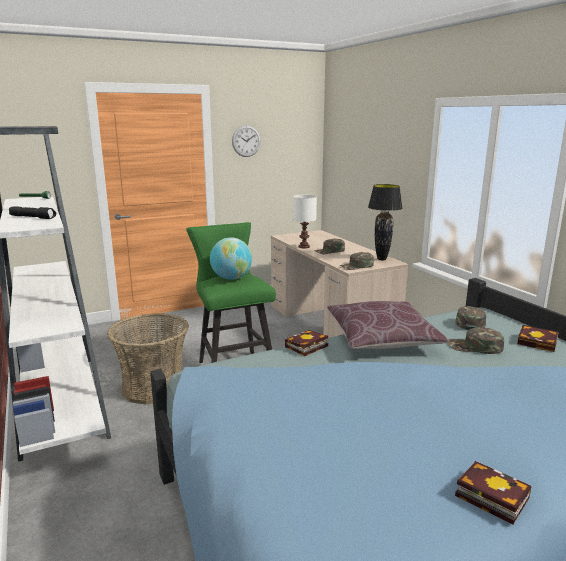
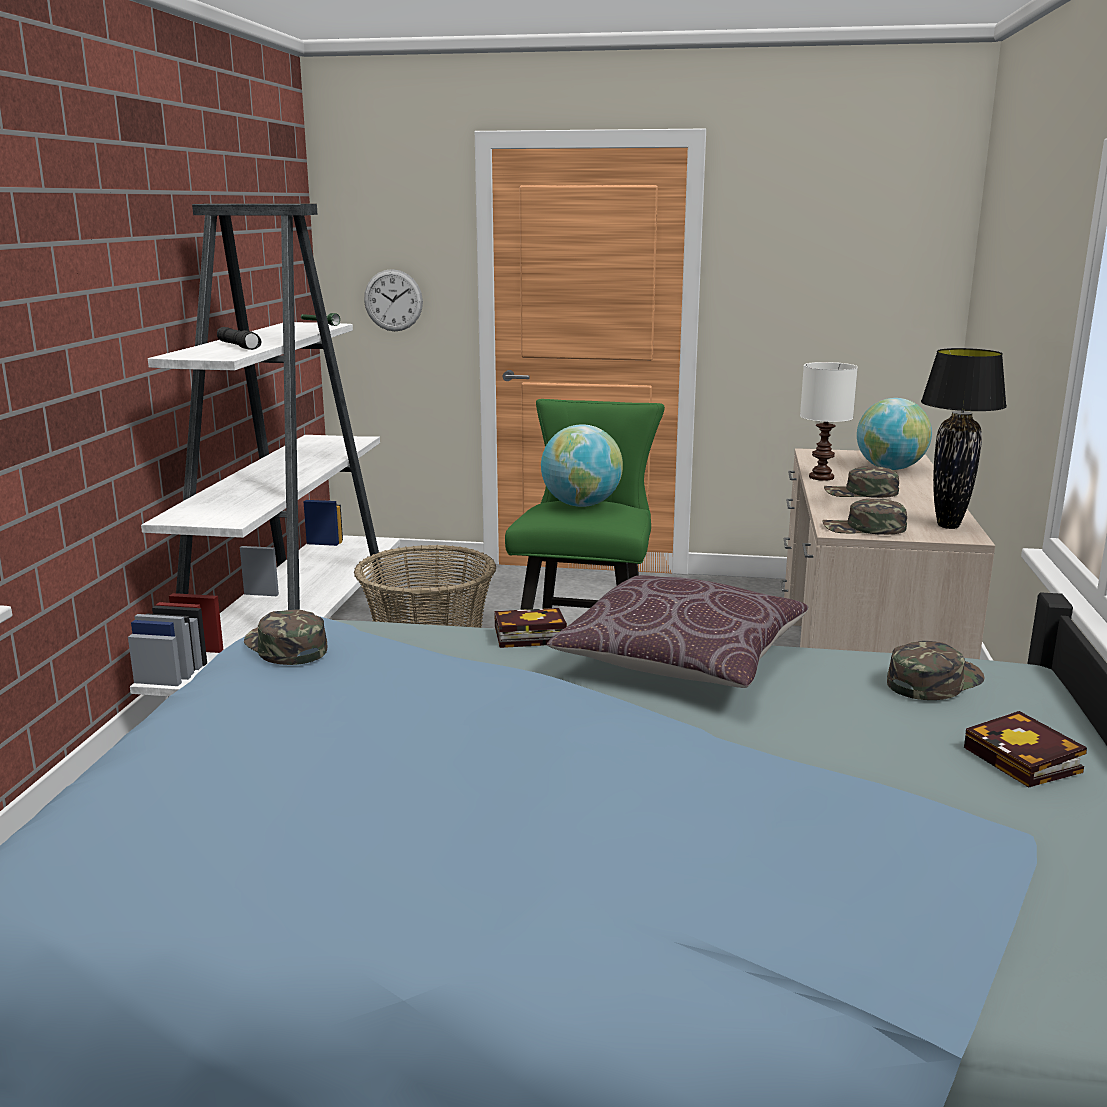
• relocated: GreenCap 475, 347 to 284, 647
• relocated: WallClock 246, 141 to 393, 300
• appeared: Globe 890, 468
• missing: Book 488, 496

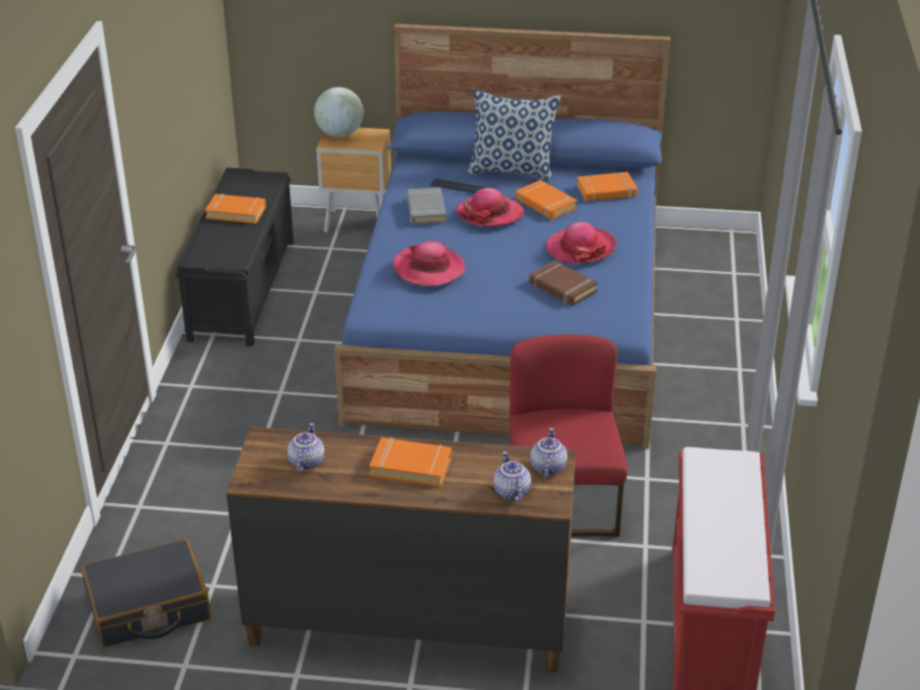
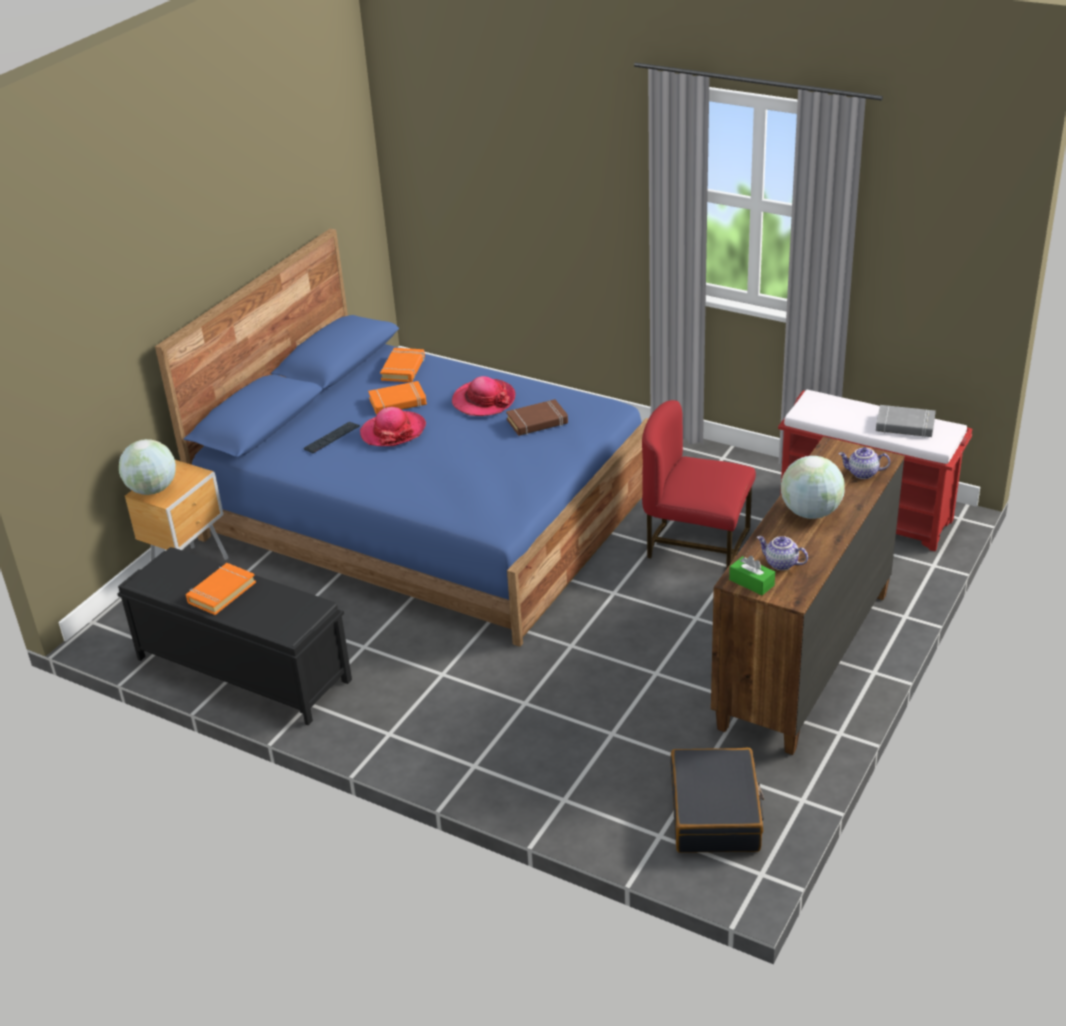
• appeared: GreenTissueBox 751, 582
• exchanged: OrangeBook 411, 466 to Globe 810, 513
• relocated: GreyBook 426, 210 to 905, 425
• missing: Hat 429, 268
• missing: Pillow 512, 171
• missing: Teapot 547, 467

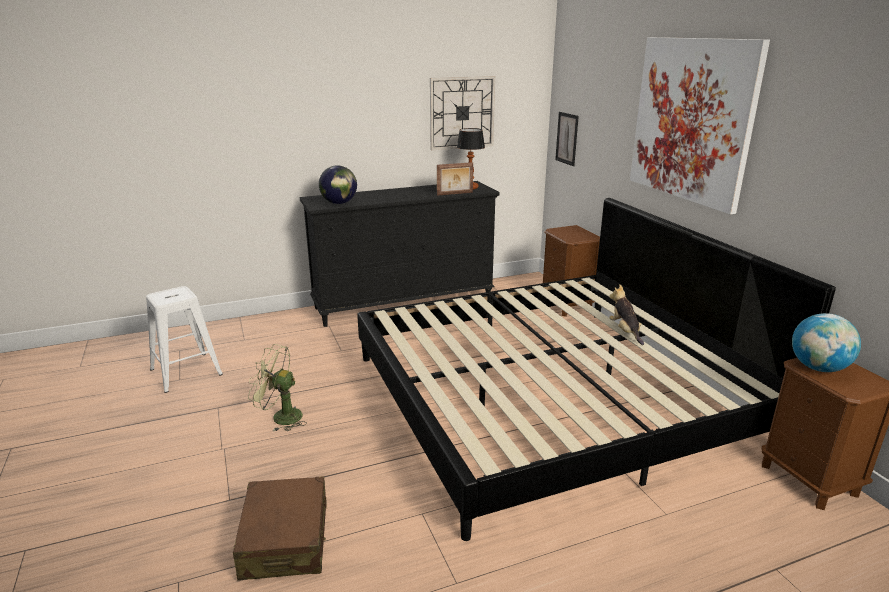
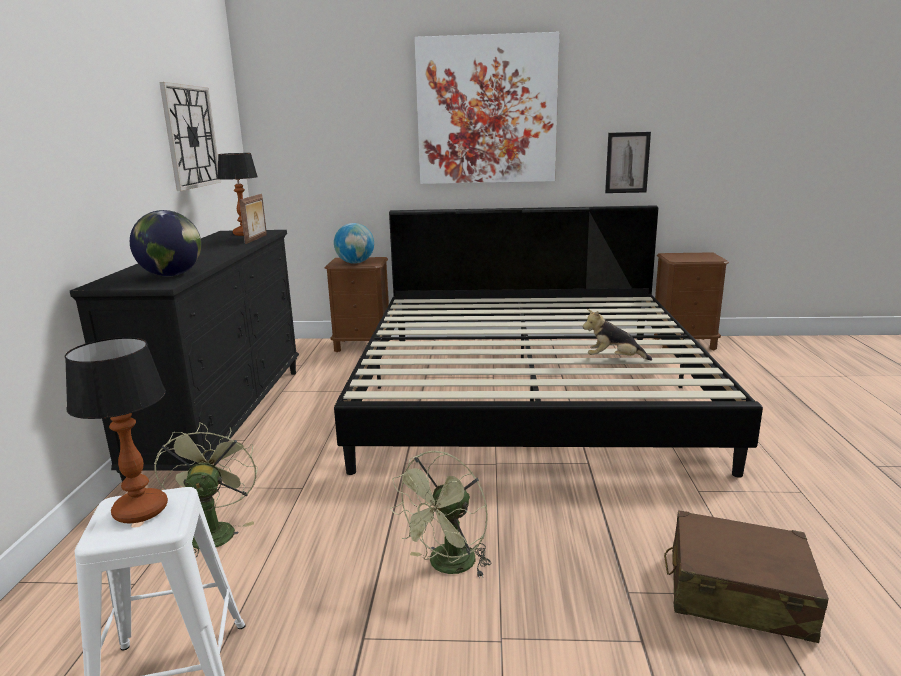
• appeared: TableLamp 142, 510
• appeared: GreenFan 213, 530
• relocated: Globe 818, 368 to 355, 263
• relocated: PlushToy 625, 331 to 614, 359
• relocated: Picture 567, 138 to 627, 162

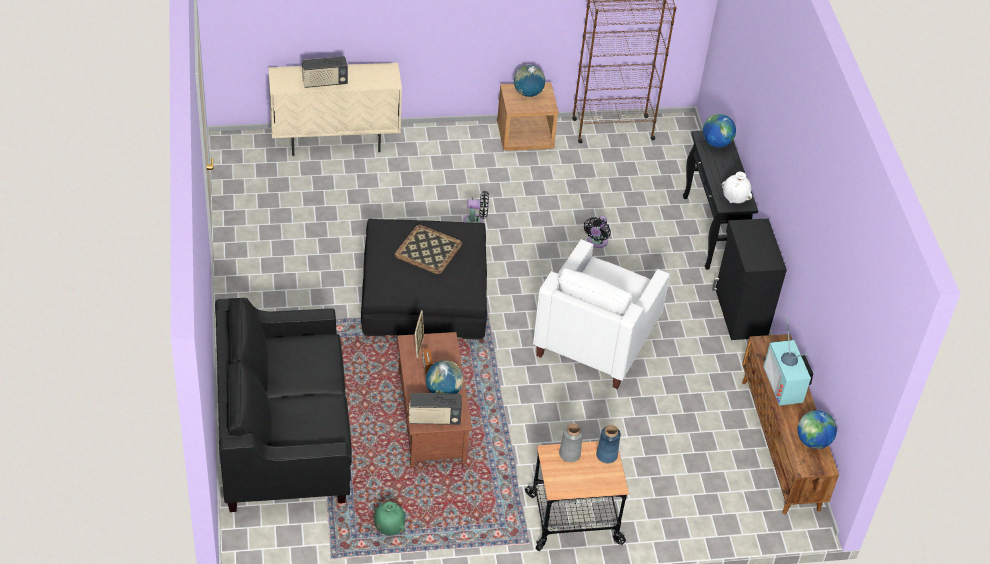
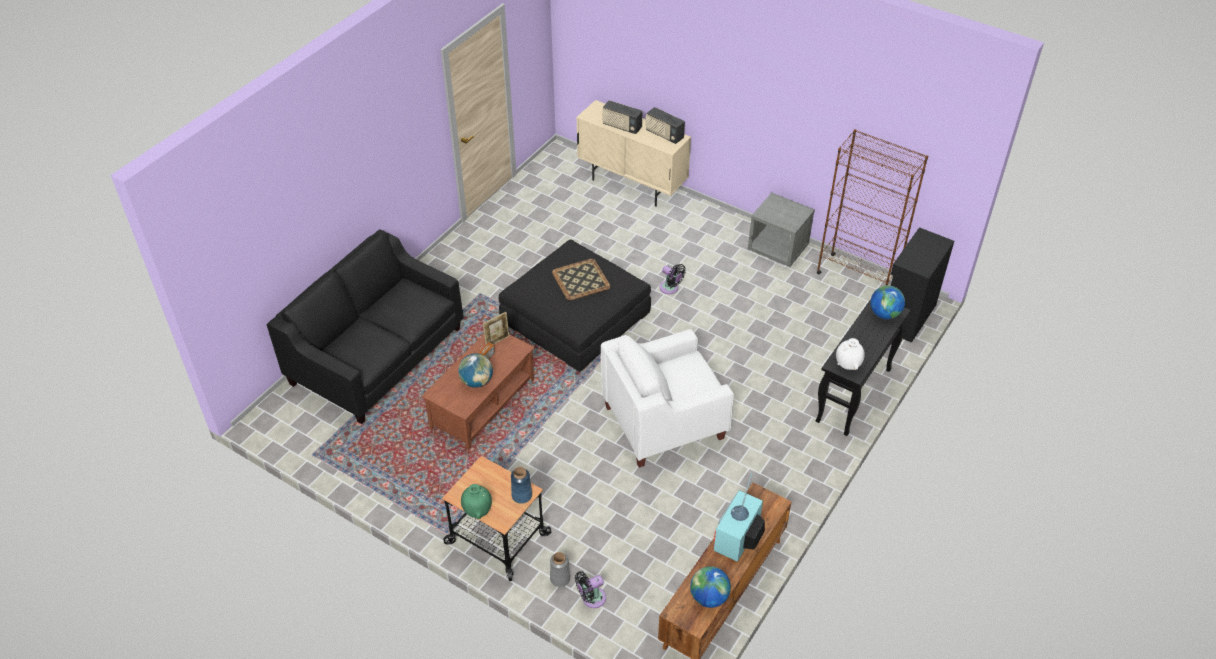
• relocated: GreenVase 389, 528 to 477, 511
• relocated: GreyVase 569, 454 to 560, 578
• relocated: BlackFan 596, 242 to 591, 598
• relocated: Radio 434, 419 to 664, 135
• colour: BrownNightstand 525, 136 to GreyNightstand 778, 248
• relocated: BlackCabinet 739, 313 to 907, 316
• missing: Globe 528, 93

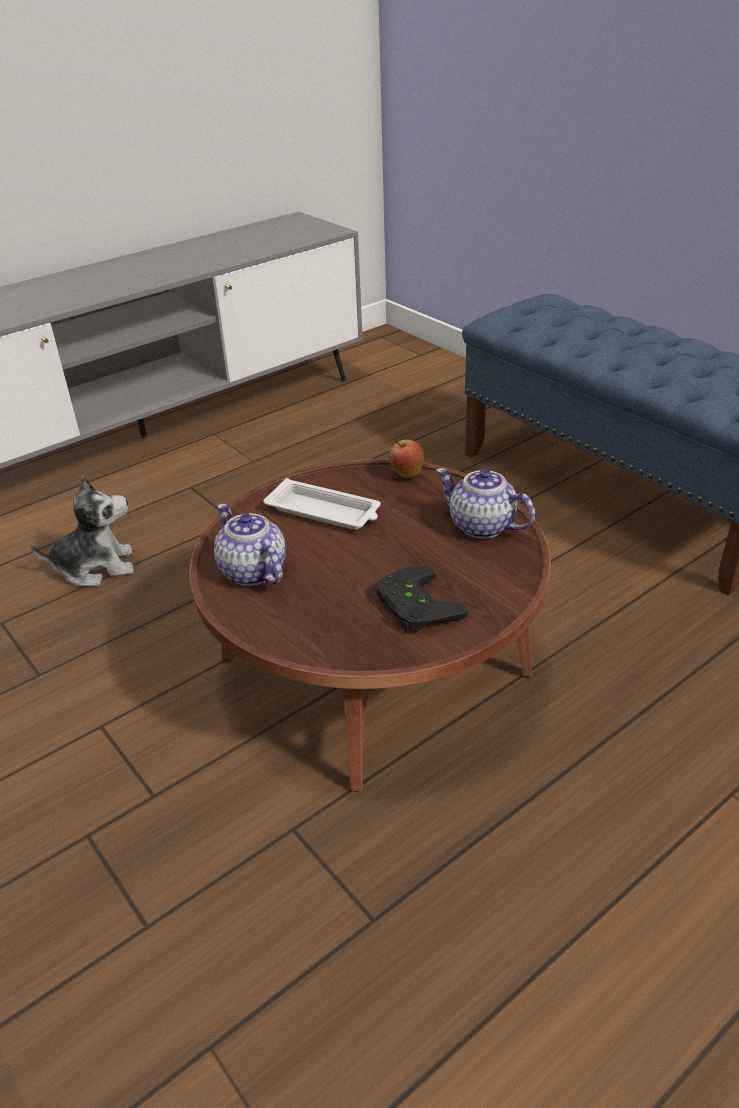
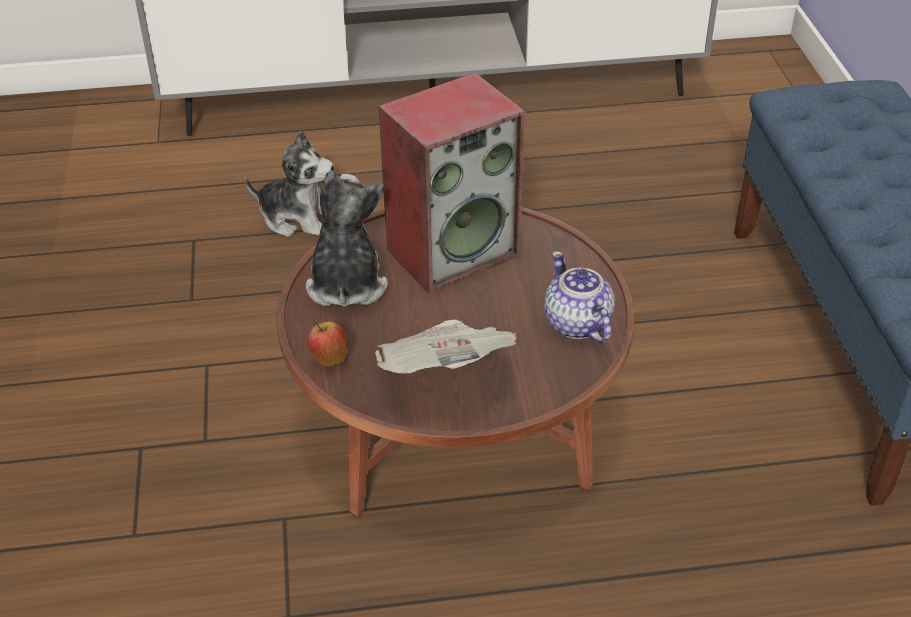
• exchanged: Teapot 252, 572 to PlushToy 346, 284
• relocated: Apple 406, 473 to 329, 358
• exchanged: BlackGameController 413, 607 to Newspaper 445, 373
• exchanged: WhiteTray 324, 512 to Speaker 453, 251

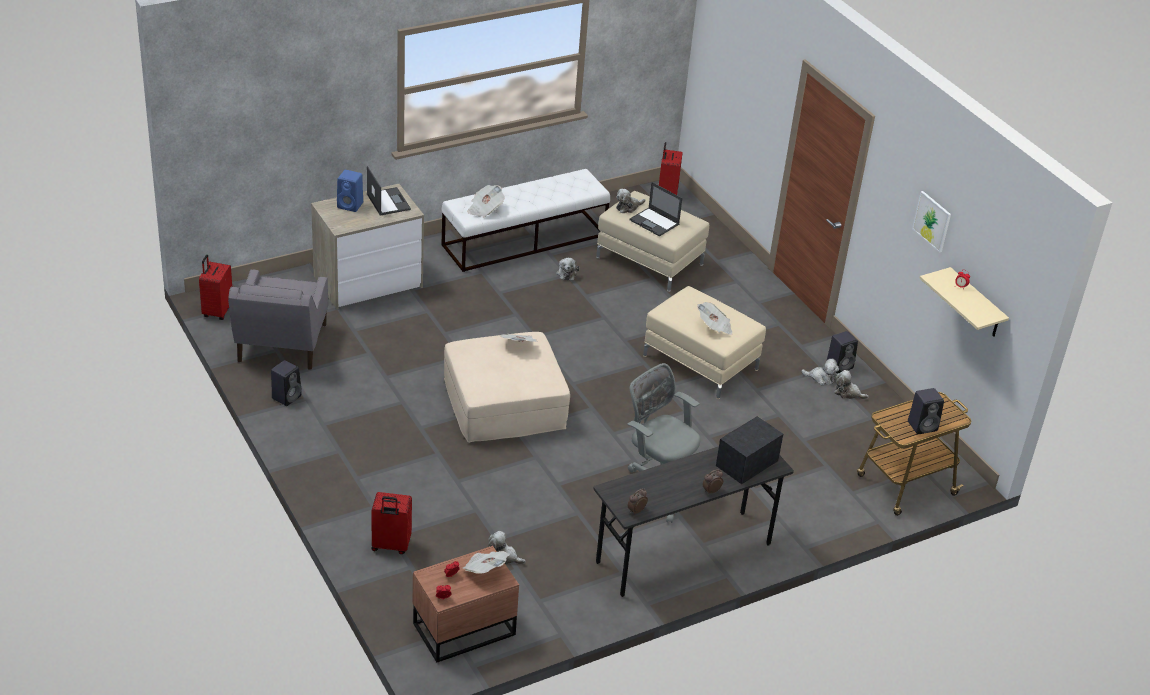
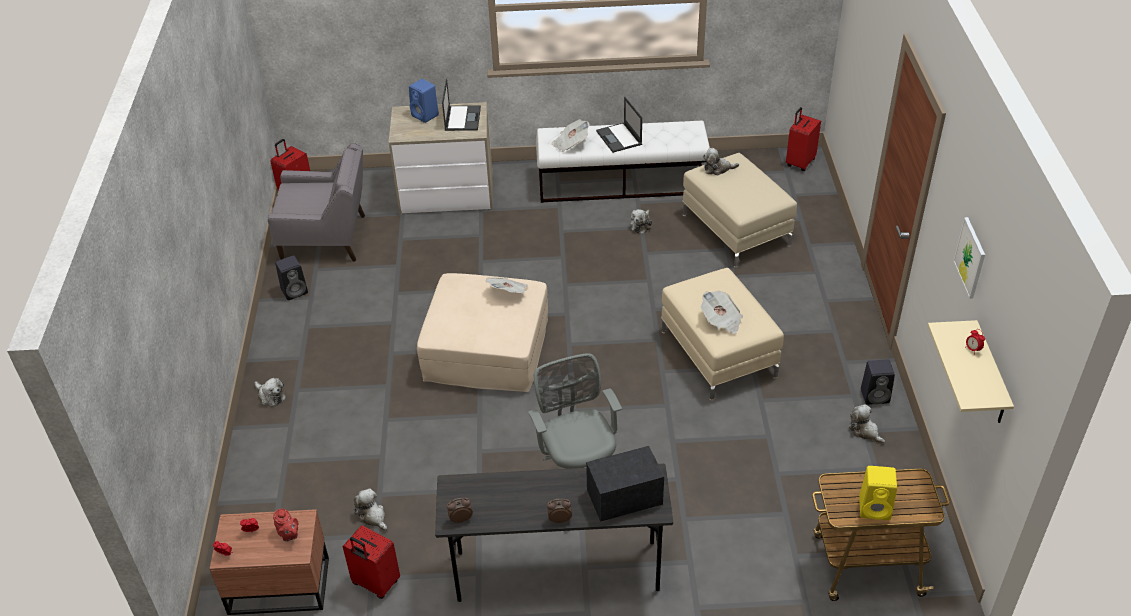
• relocated: PlushToy 821, 378 to 271, 396
• spun: GreyArmchair 281, 345 = 327, 239 120 degrees counterclockwise
• exchanged: Newspaper 485, 570 to RedTeapot 289, 535
• relocated: RedSuitcase 390, 546 to 375, 583
• relocated: Laptop 655, 222 to 619, 138
• colour: BlackSpeaker 923, 426 to YellowSpeaker 875, 508

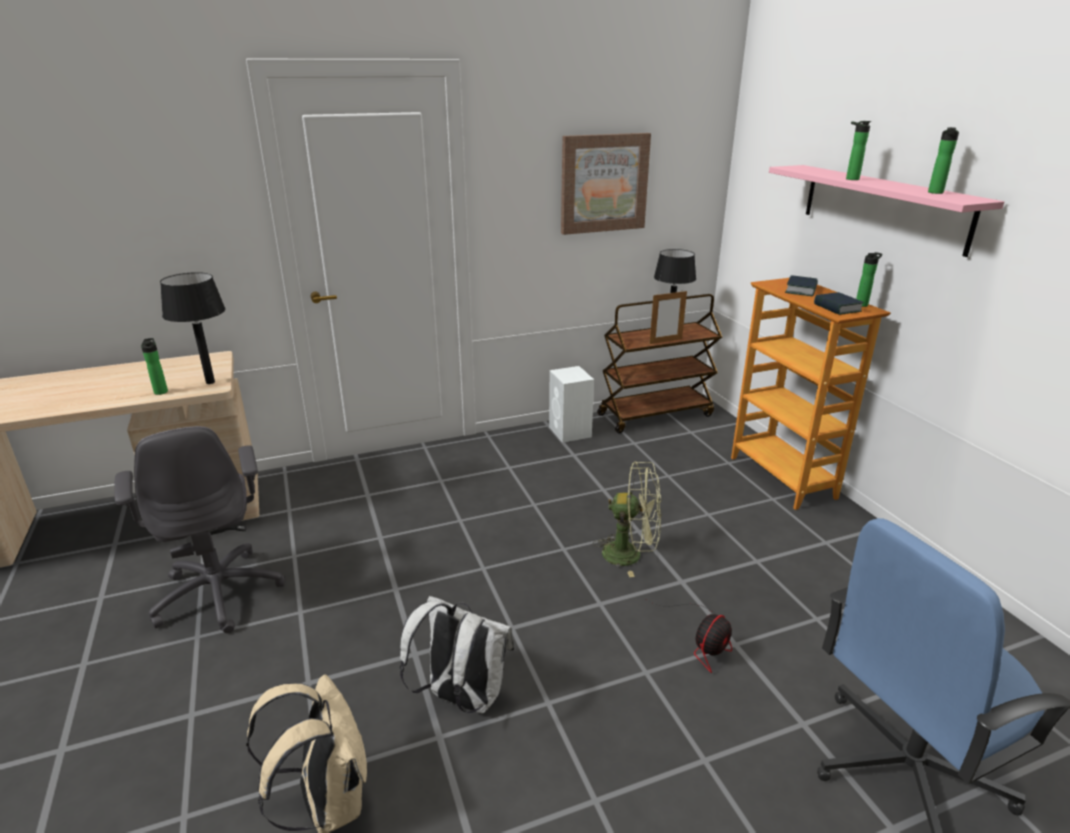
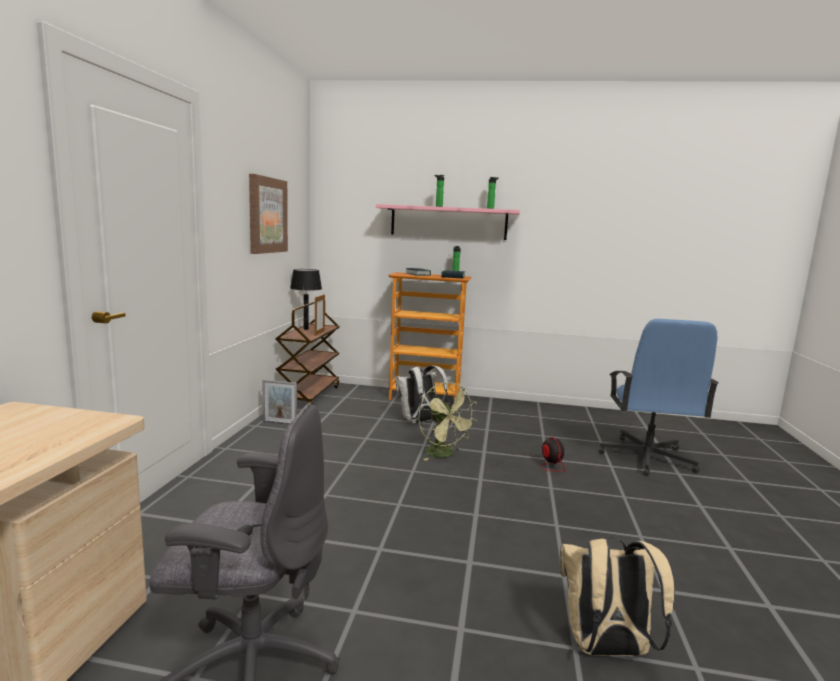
• exchanged: WhiteSpeaker 570, 432 to PictureFrame 280, 423
• relocated: WhiteBackpack 461, 698 to 419, 422
• spun: GreenFan 630, 554 = 444, 455 105 degrees clockwise
• missing: Bottle 161, 391
• missing: BlackTableLamp 210, 382

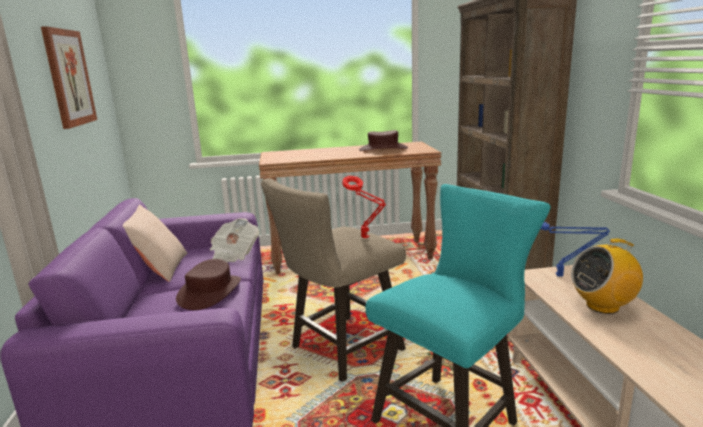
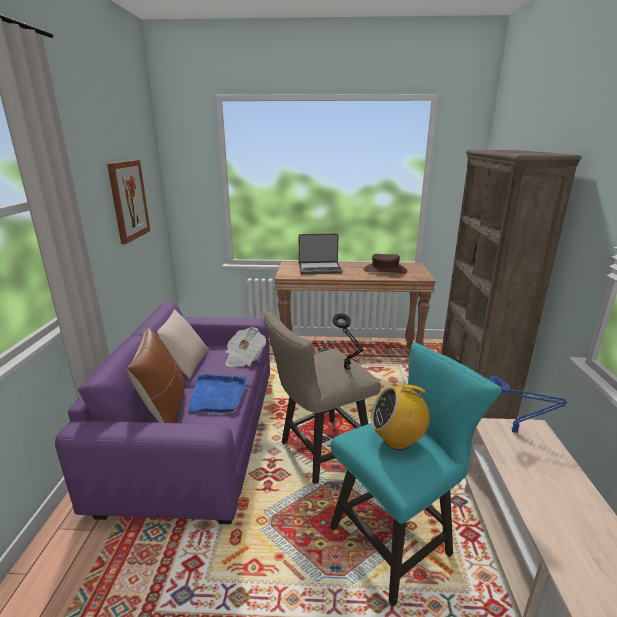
• appeared: BrownPillow 164, 409
• exchanged: BrownHat 210, 292 to BlueTray 218, 395
• appeared: Laptop 319, 269
• colour: RedTableLamp 366, 238 to BlackTableLamp 348, 369
• relocated: Radio 602, 306 to 397, 440

